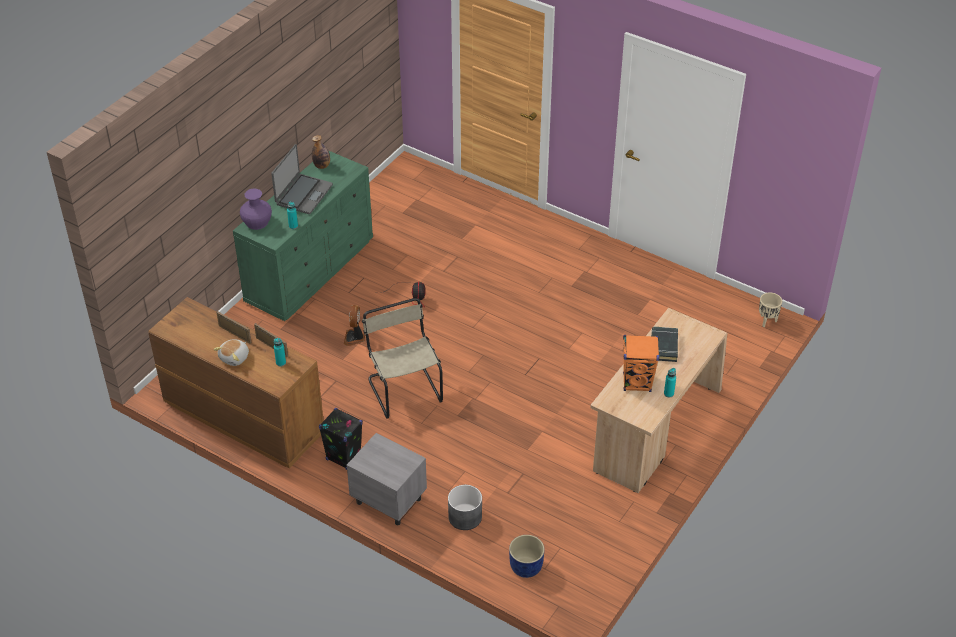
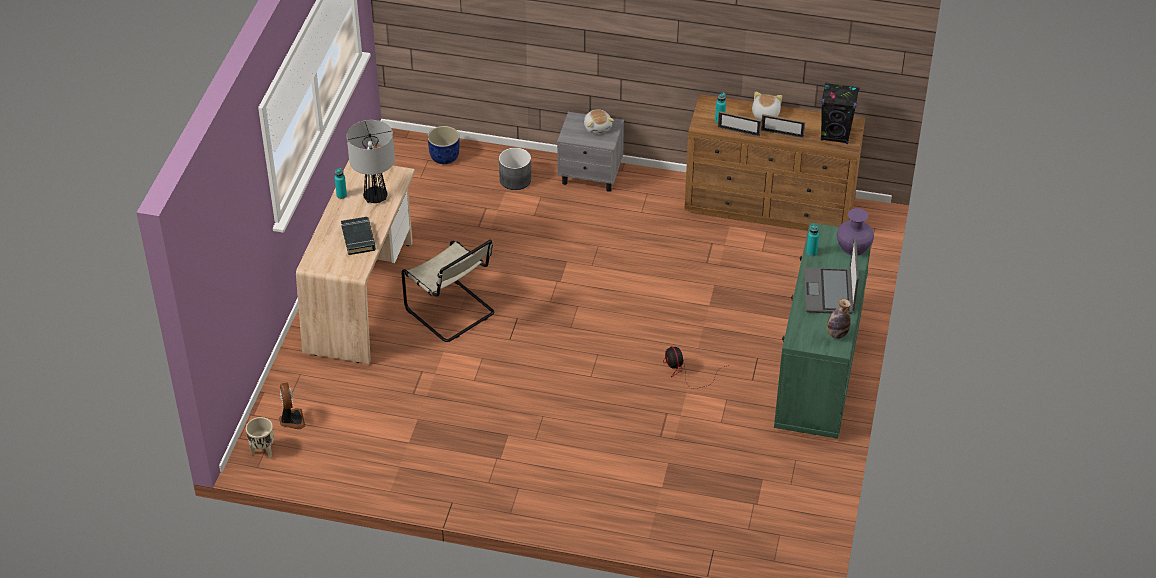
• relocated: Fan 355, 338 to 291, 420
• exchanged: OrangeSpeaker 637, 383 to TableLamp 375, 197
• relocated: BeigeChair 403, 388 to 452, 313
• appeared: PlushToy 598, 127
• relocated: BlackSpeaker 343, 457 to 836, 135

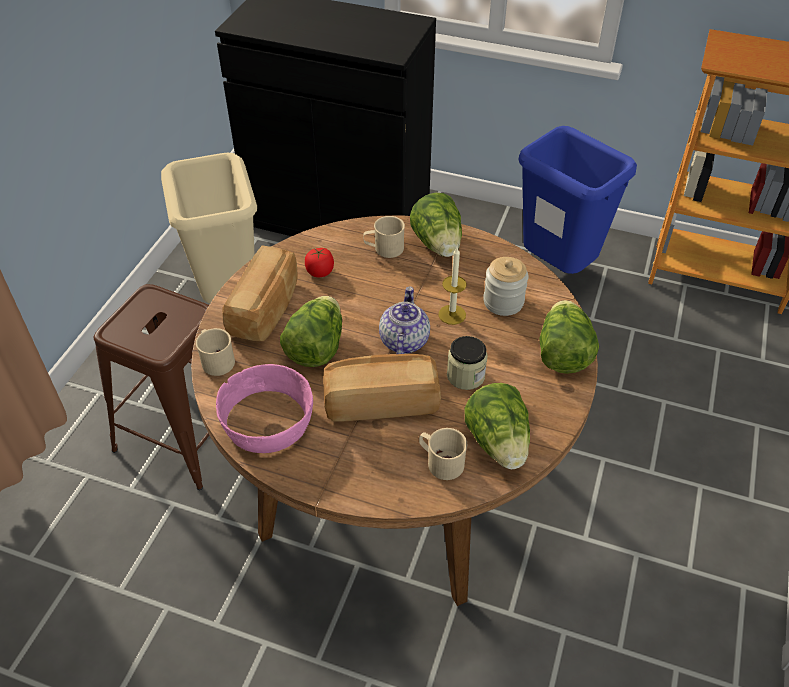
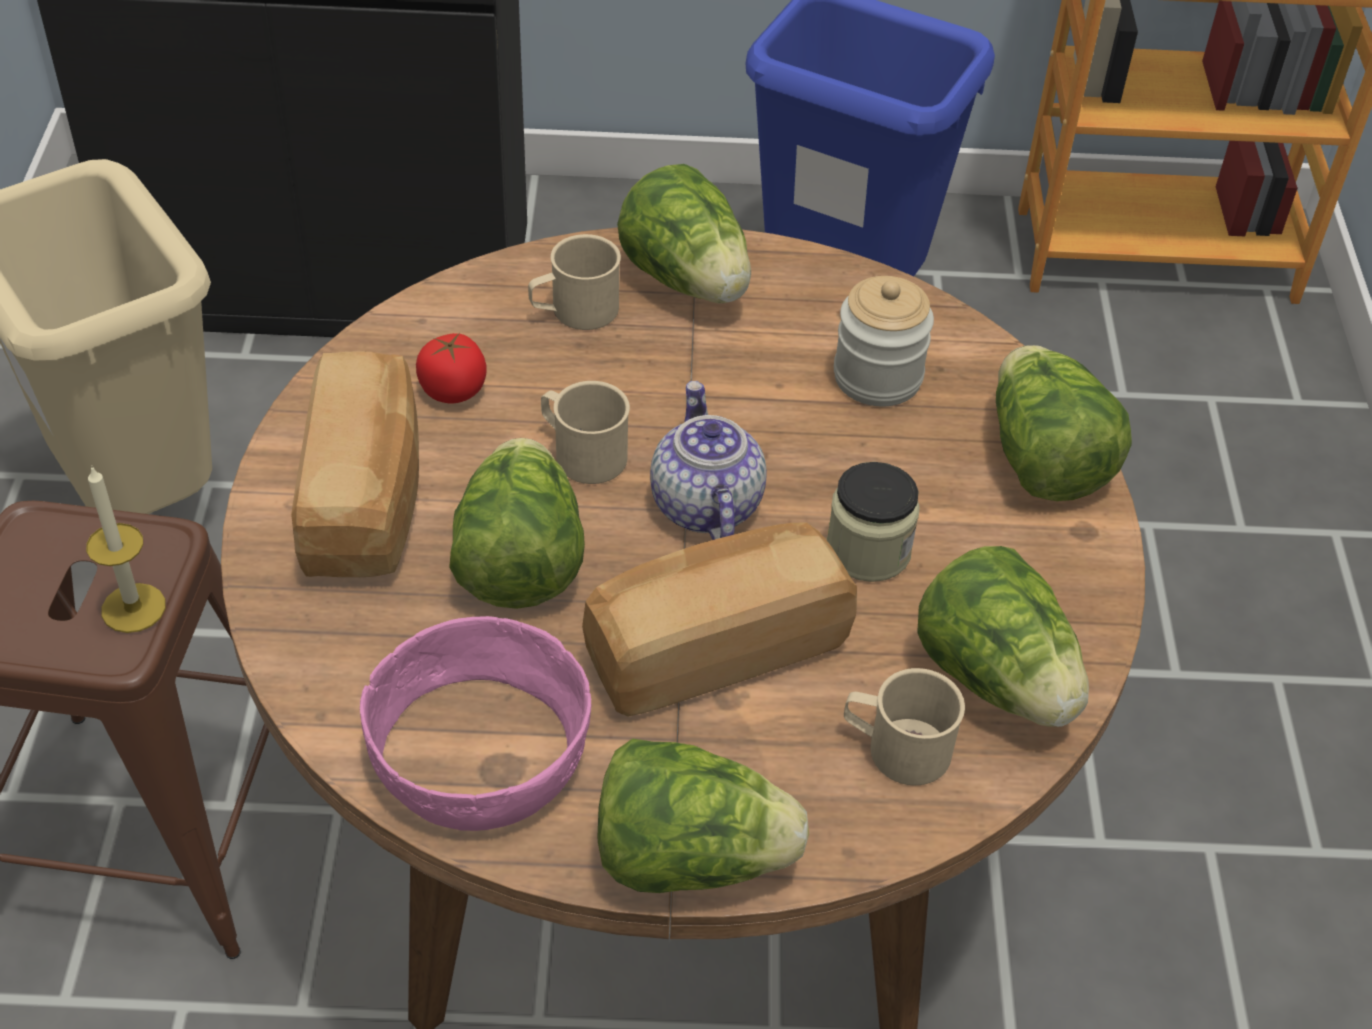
• relocated: Candle 452, 314 to 133, 608
• relocated: BeigeMug 216, 360 to 582, 453
• appeared: Lettuce 690, 857

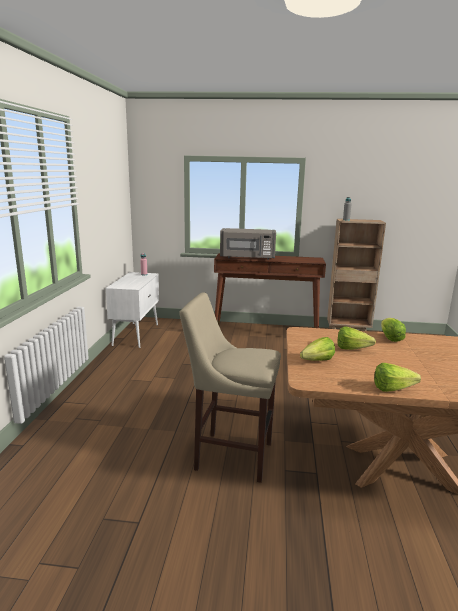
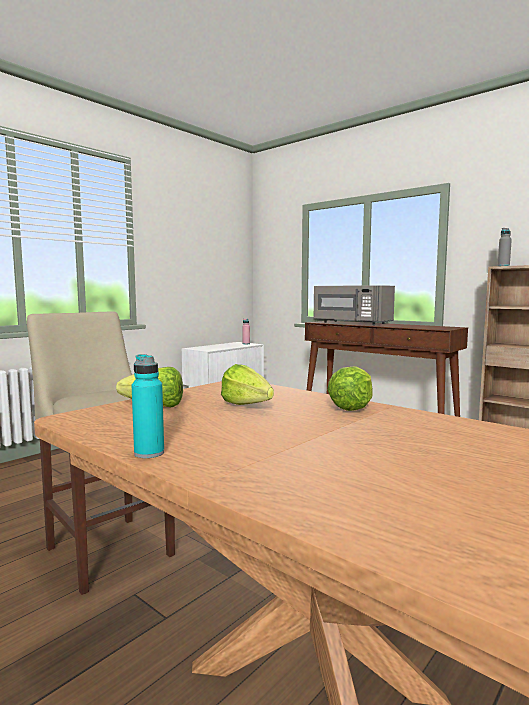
• exchanged: Lettuce 396, 390 to TurquoiseBottle 149, 453

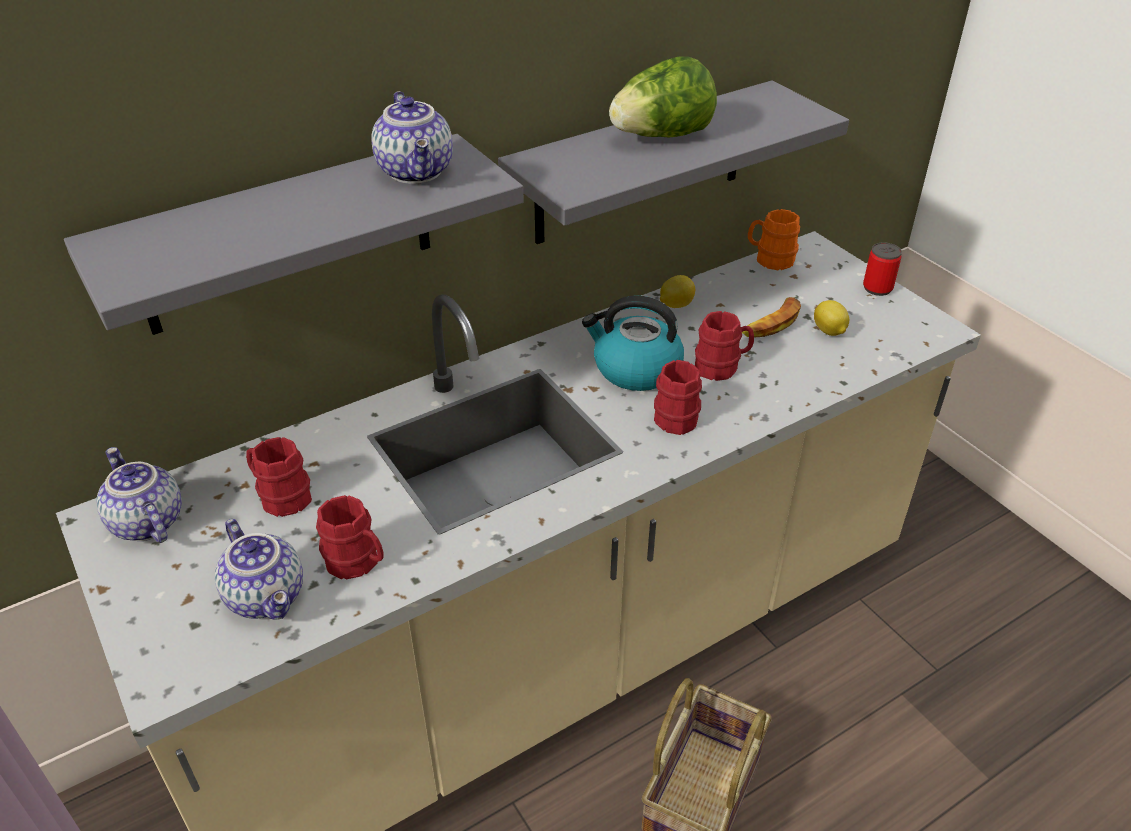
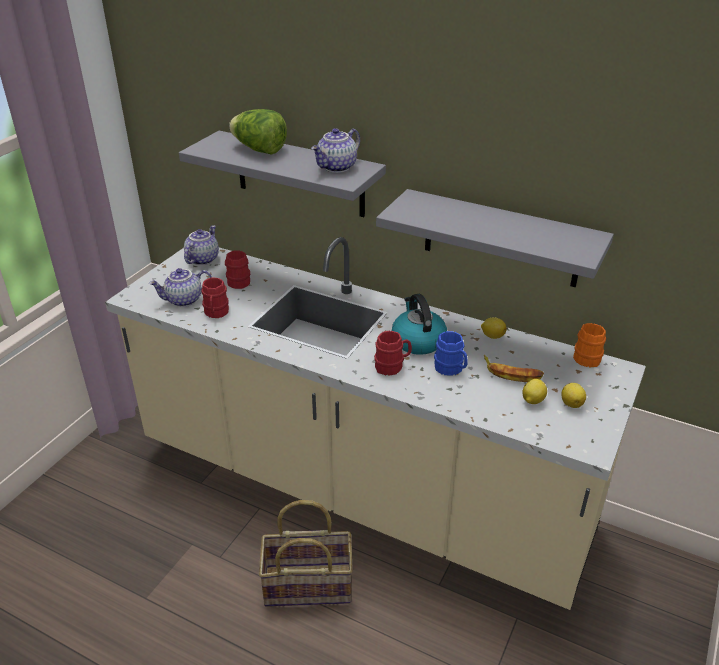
• spun: Teapot 268, 596 = 184, 300 45 degrees clockwise
• relocated: Lettuce 661, 136 to 259, 150
• colour: RedMug 722, 367 to BlueMug 451, 369
• appeared: Lemon 571, 403
• missing: Can 877, 288

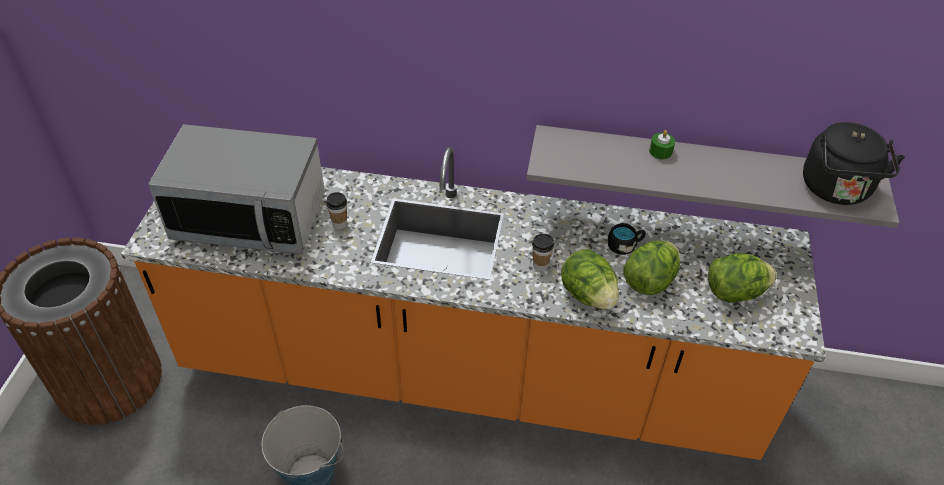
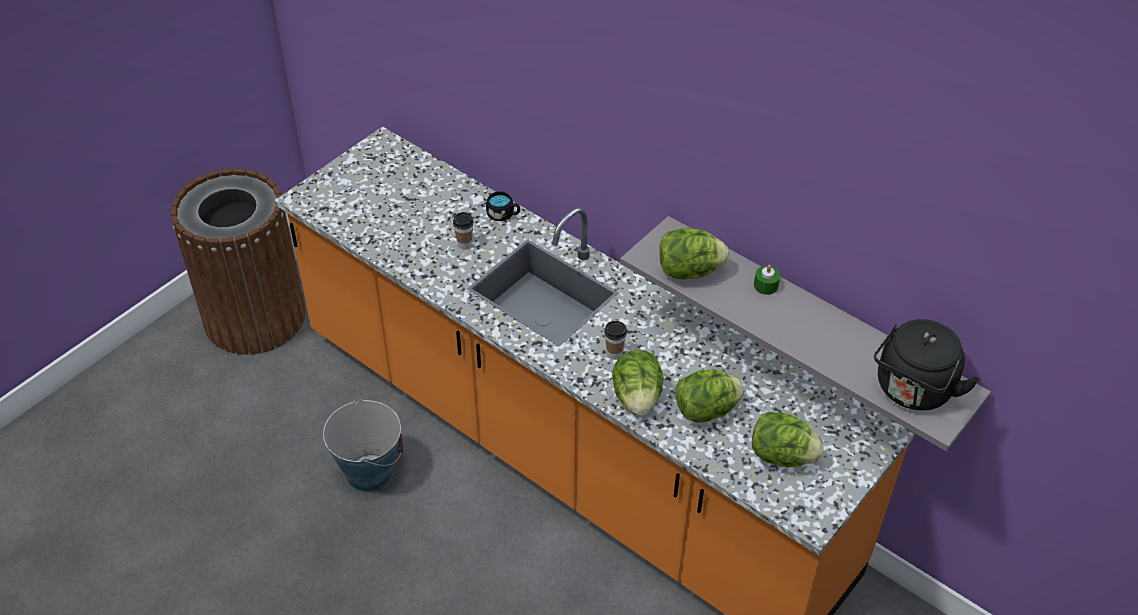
• relocated: BlackMug 625, 246 to 503, 215
• appeared: Lettuce 689, 271
• missing: Microwave 250, 218

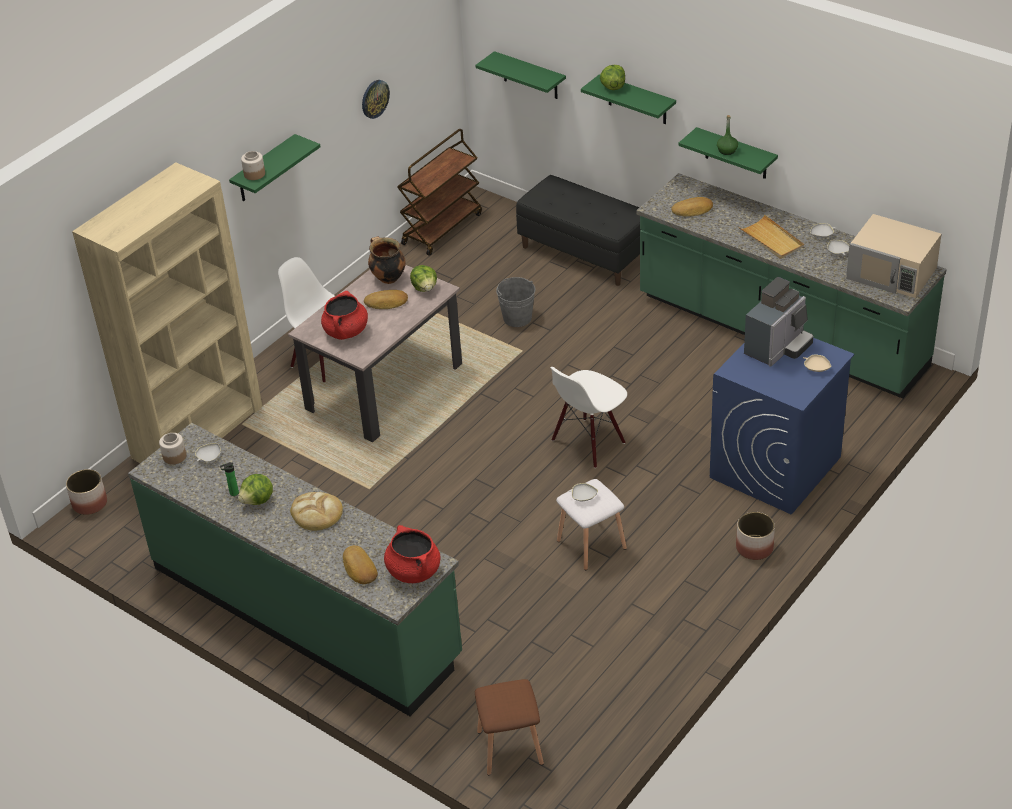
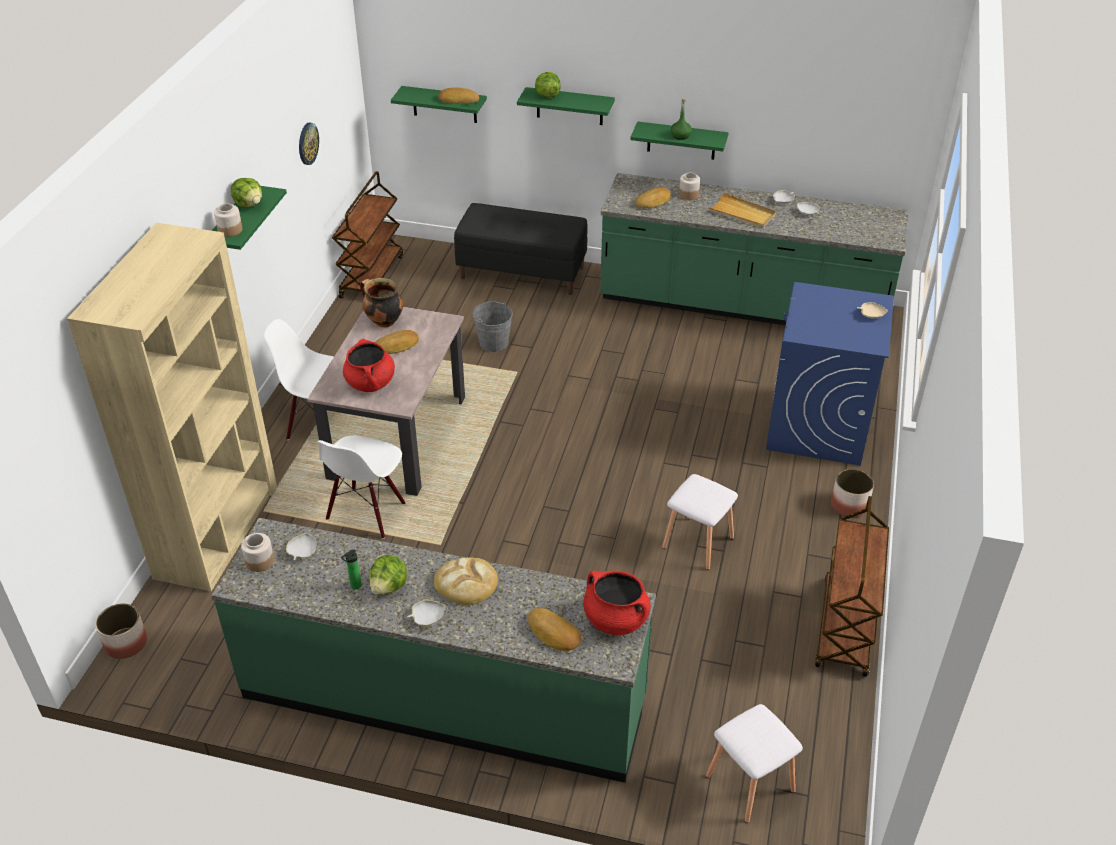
• relocated: Lettuce 425, 288 to 249, 204
• relocated: WhiteChair 588, 442 to 366, 512
• relocated: WhiteBowl 583, 497 to 427, 618
• appeared: Bread 458, 99
• appeared: Jar 688, 194
• colour: BrownStool 509, 746 to WhiteStool 748, 783
• appeared: BrownCart 845, 628
• missing: CoffeeMachine 778, 347
• missing: BeigeMicrowave 892, 273

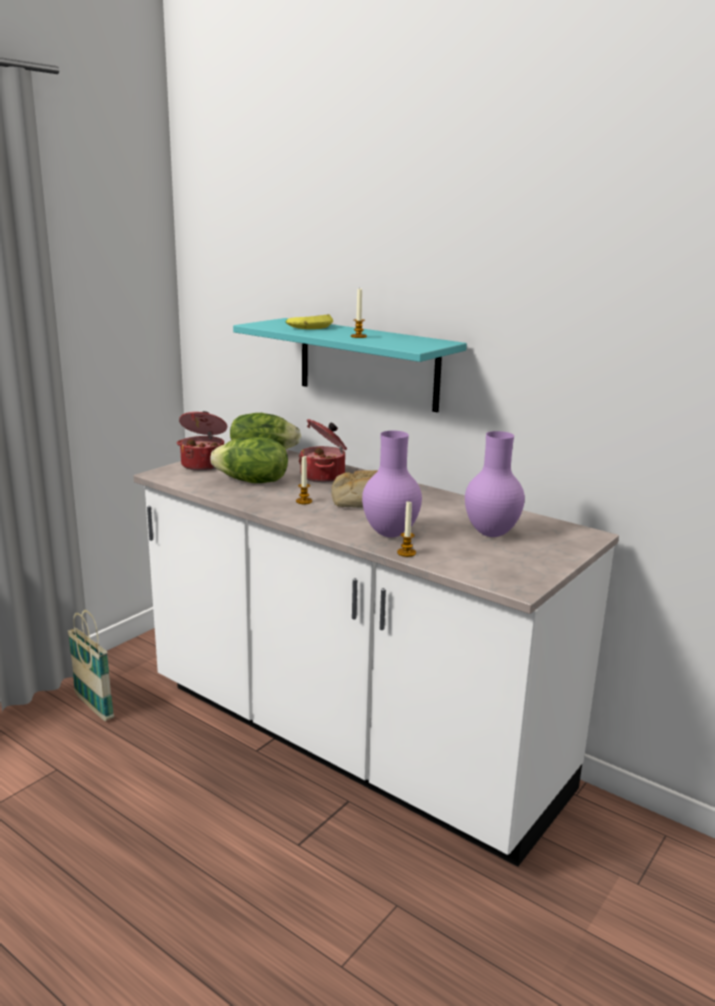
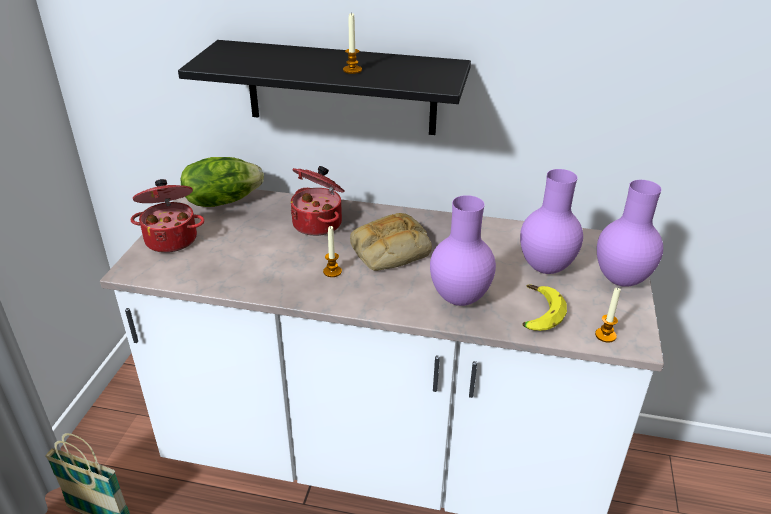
• colour: TurquoiseShelf 368, 364 to BlackShelf 341, 88
• relocated: Banana 308, 327 to 536, 313
• relocated: Candle 406, 553 to 605, 335
• appeared: PurpleVase 622, 280
• missing: Lettuce 252, 481

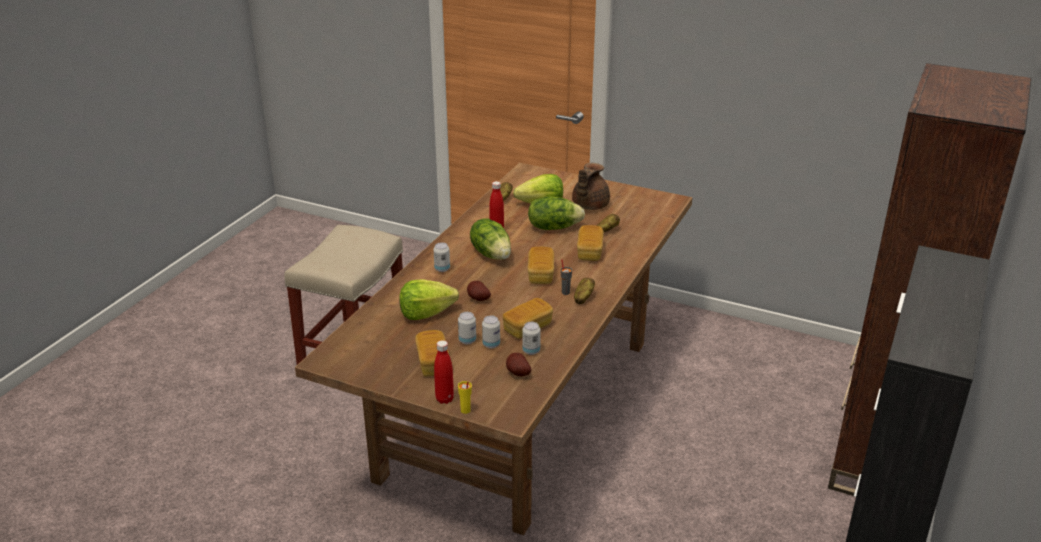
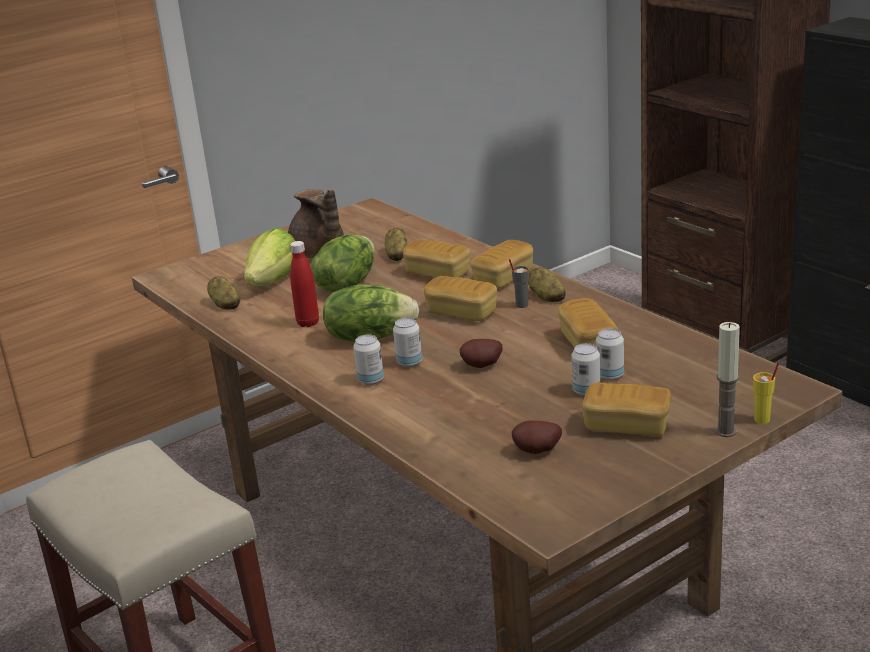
• relocated: Can 531, 351 to 409, 362
• appeared: Bread 503, 278
• relocated: Potato 517, 373 to 537, 452
• exchanged: RedBottle 444, 399 to Candle 725, 431
• missing: Lettuce 426, 313

